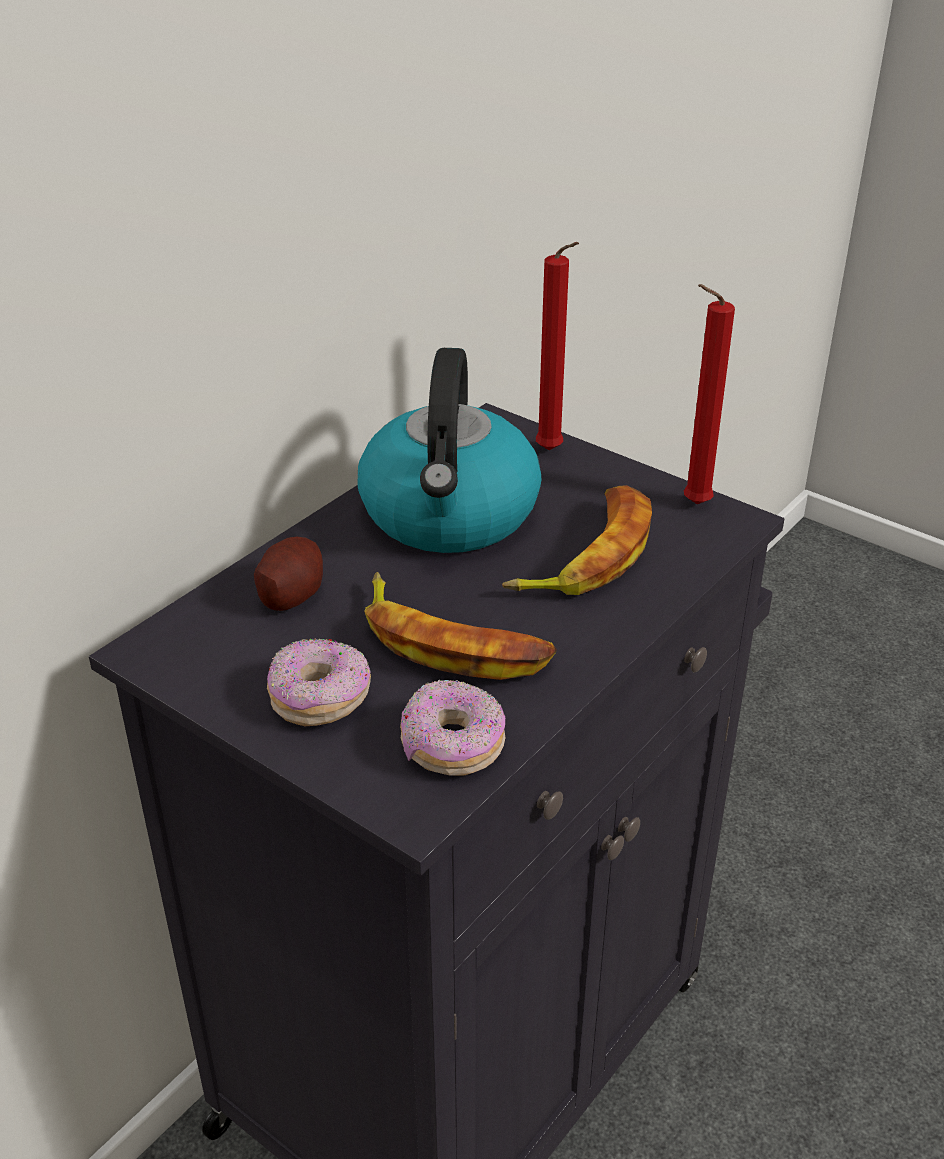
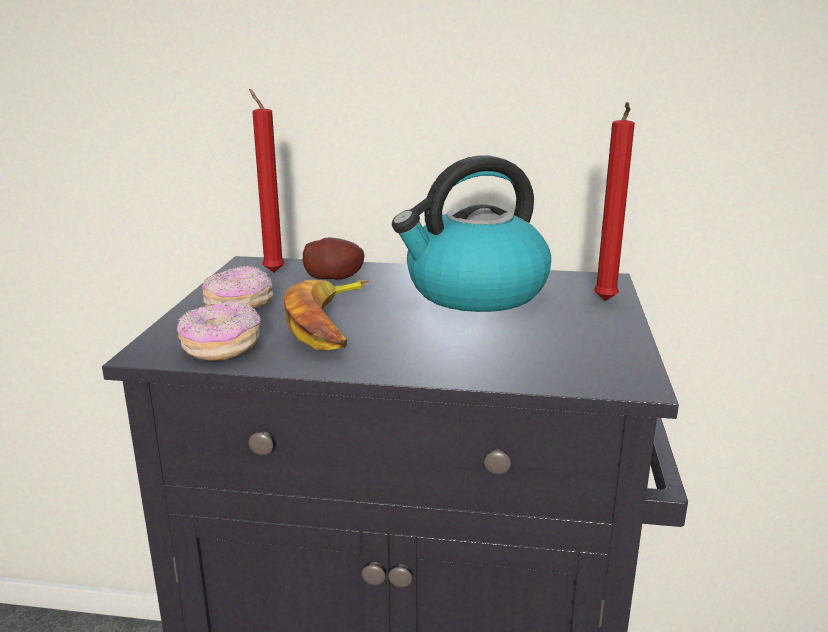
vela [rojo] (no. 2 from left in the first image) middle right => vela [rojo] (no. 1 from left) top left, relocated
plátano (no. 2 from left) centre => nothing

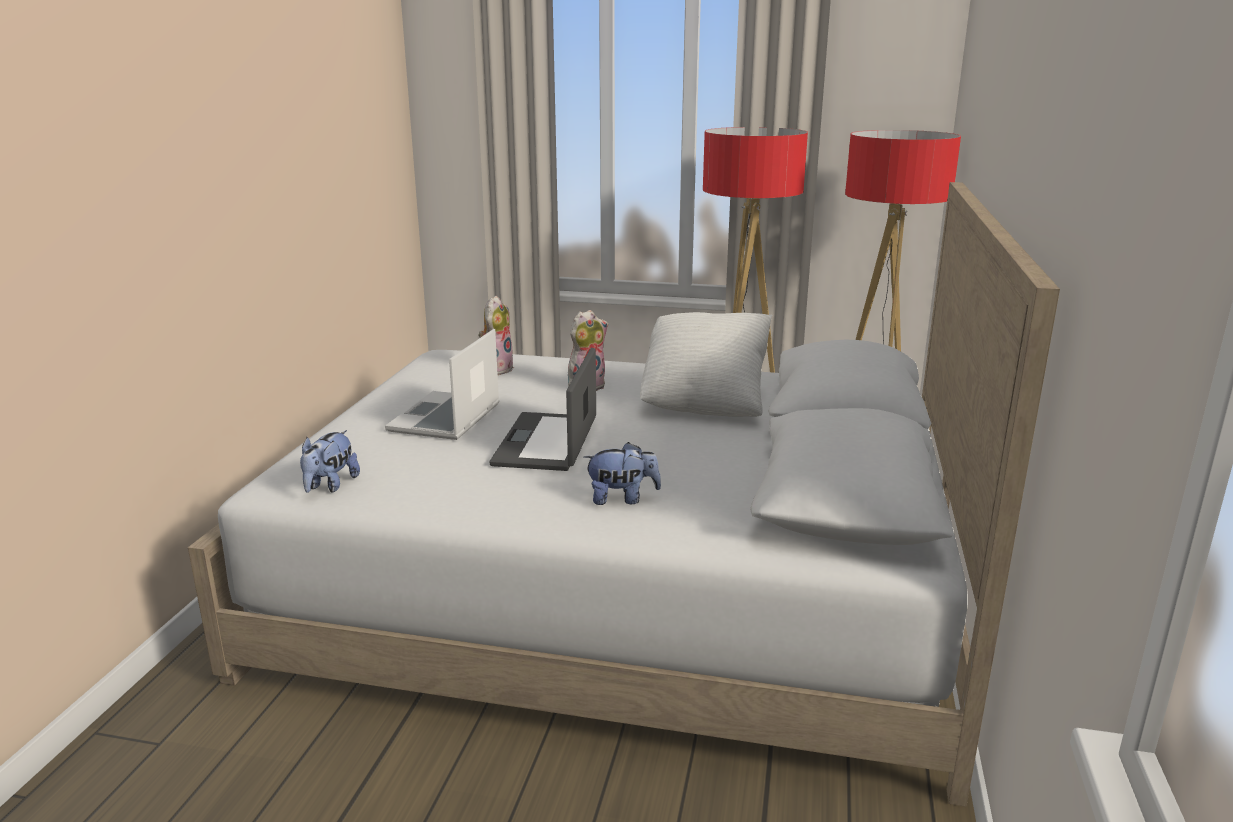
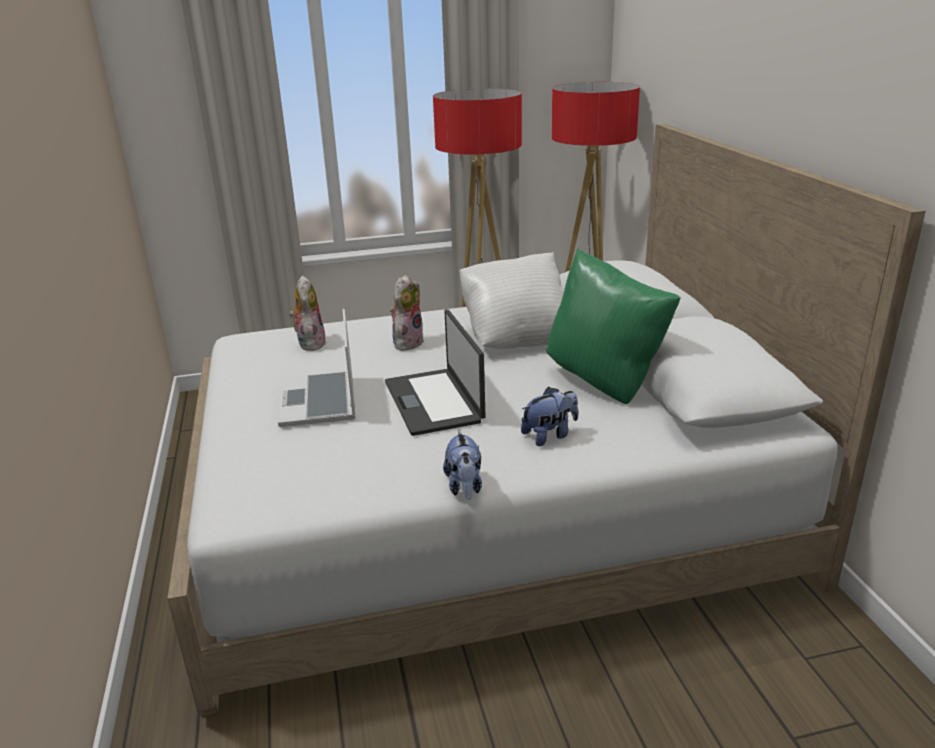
peluche (no. 1 from left in the first image) middle left => peluche (no. 3 from left) centre, relocated
nothing => cojín [verde] centre

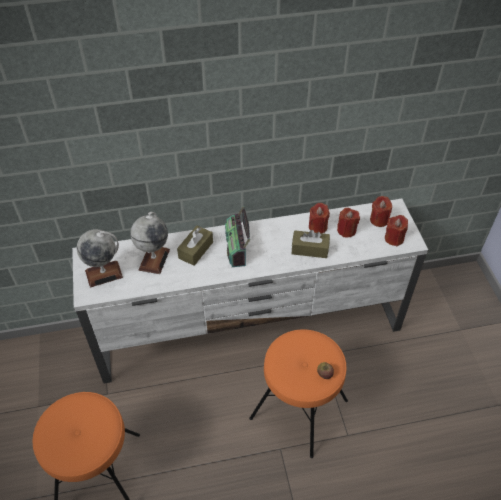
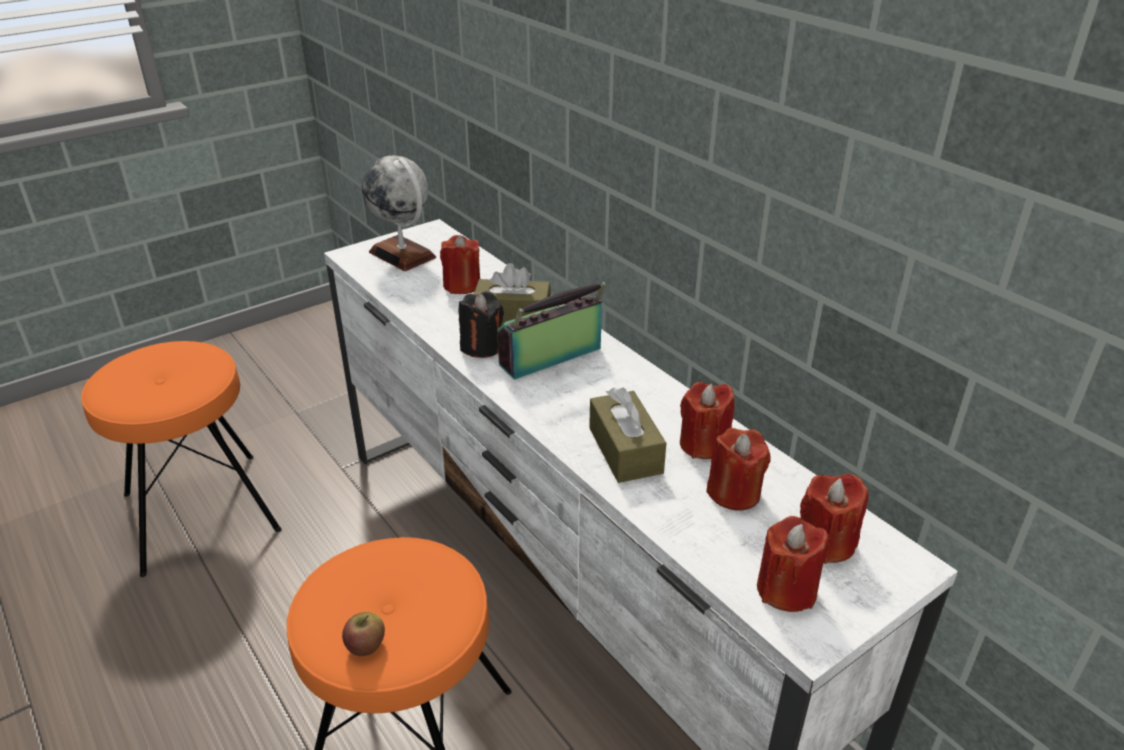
globo terráqueo (no. 2 from left) middle left => vela [rojo] (no. 1 from left) centre
nothing => vela [negro] centre

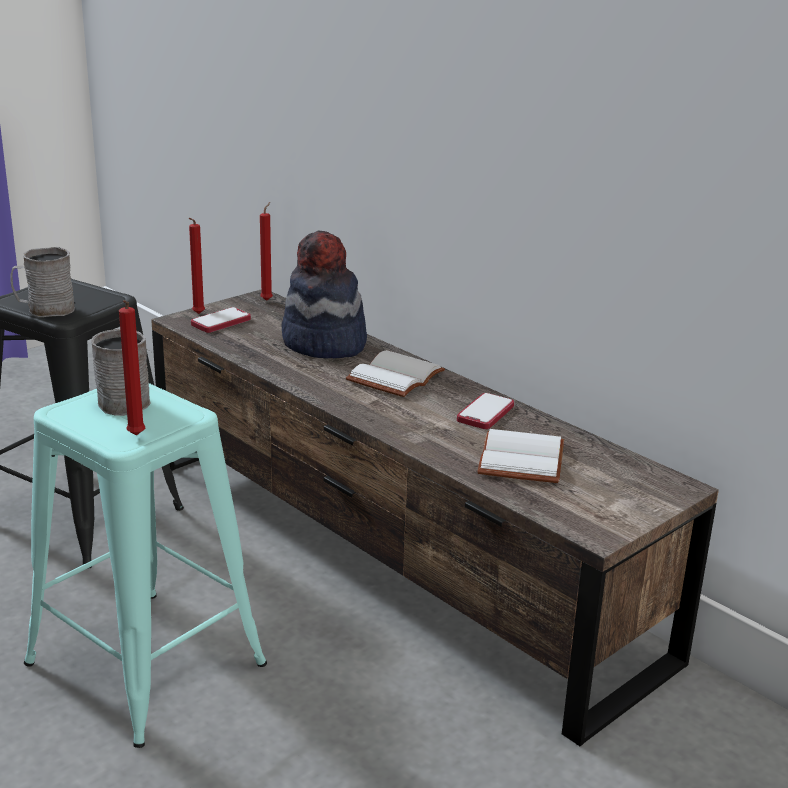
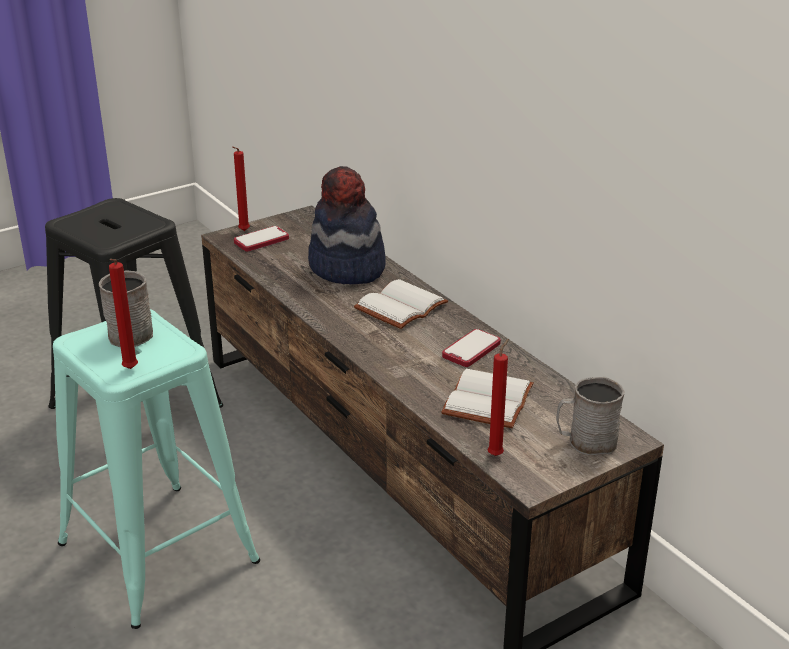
vela [rojo] (no. 3 from left) top centre => vela [rojo] (no. 3 from left) centre, relocated
taza grande [gris] (no. 1 from left in the first image) middle left => taza grande [gris] (no. 2 from left) middle right, relocated

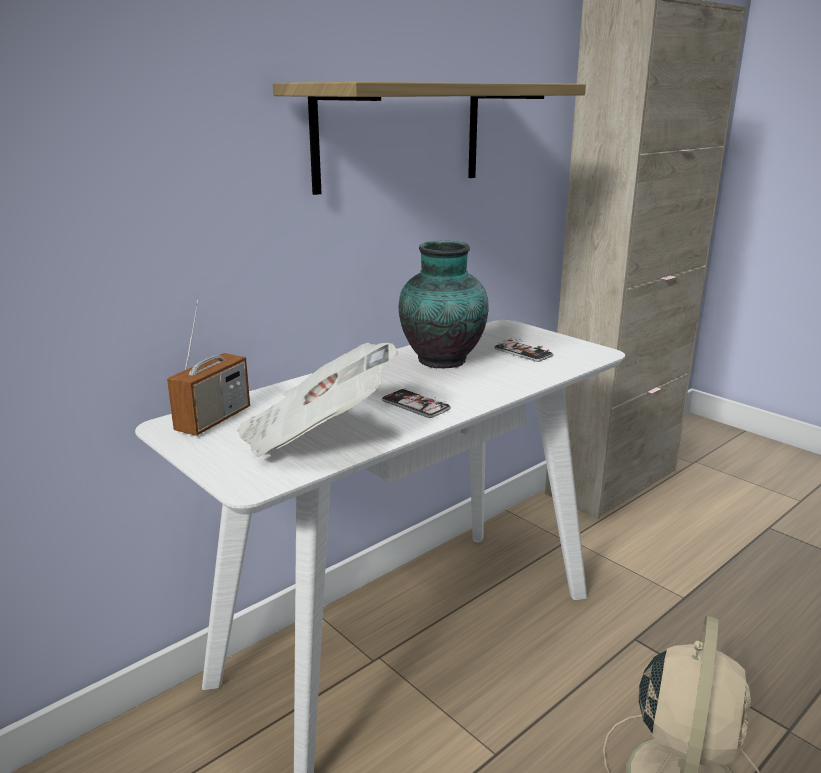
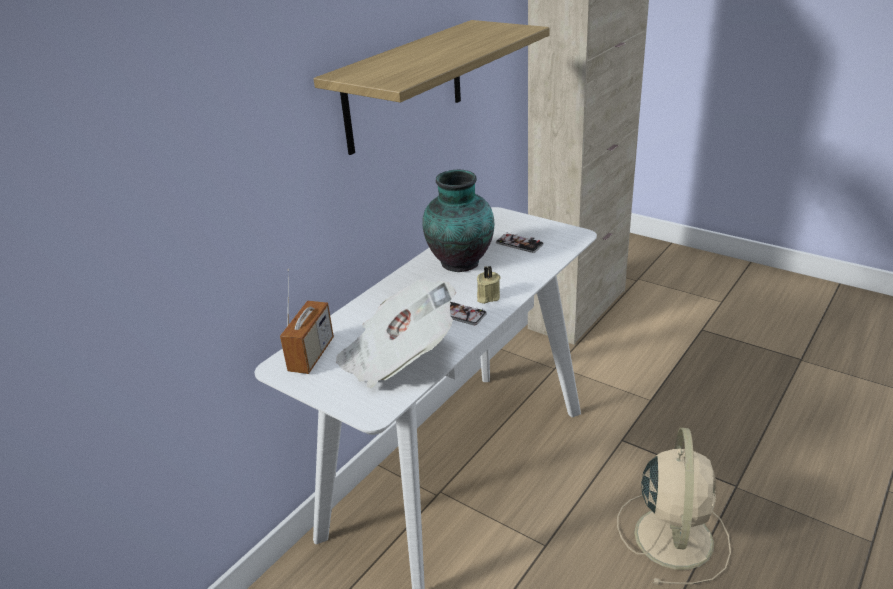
nothing => vela [beis] centre

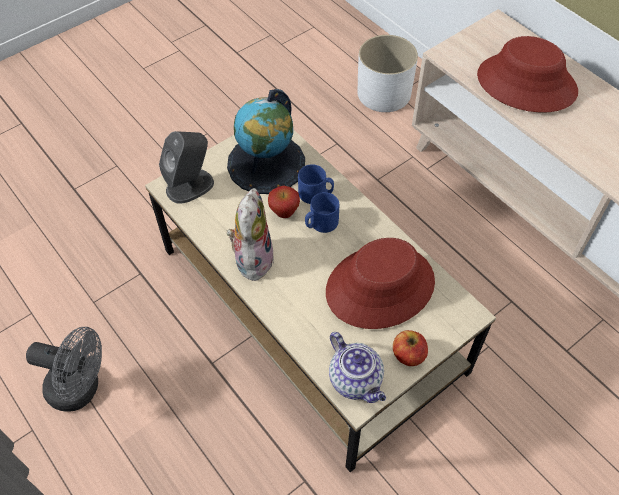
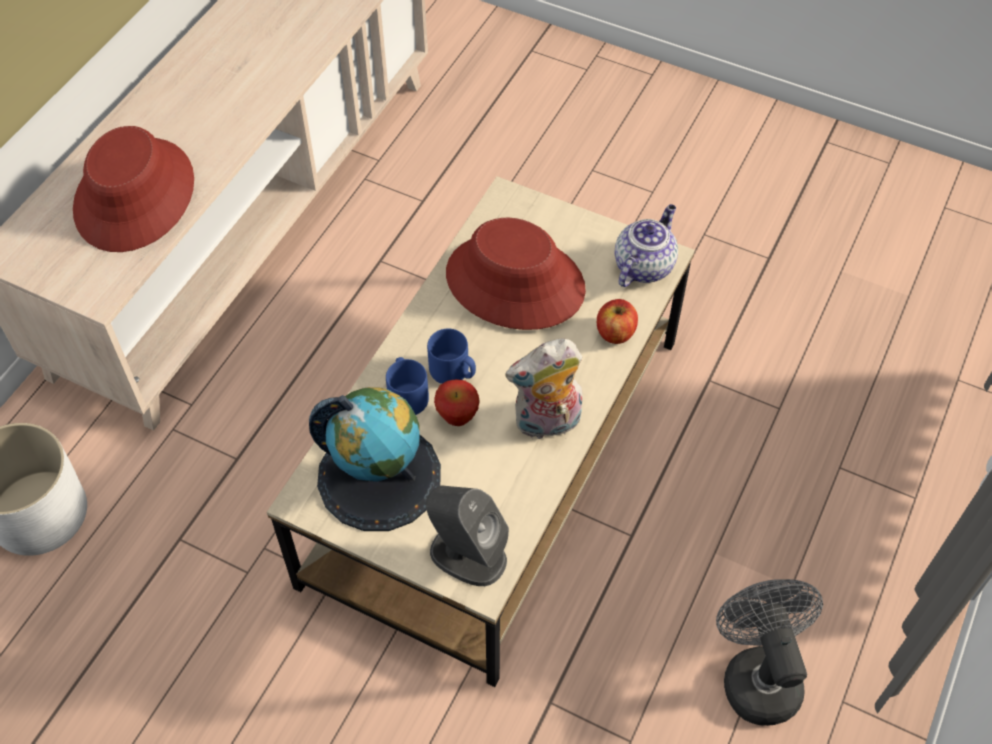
manzana (no. 2 from left) bottom centre => manzana (no. 2 from left) centre, relocated

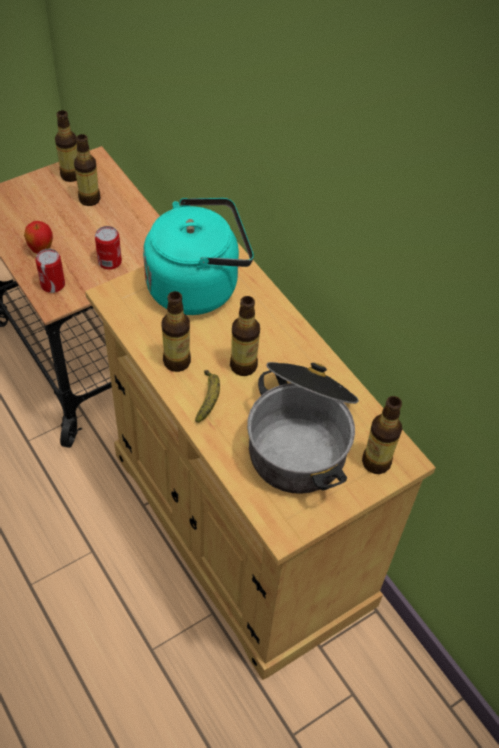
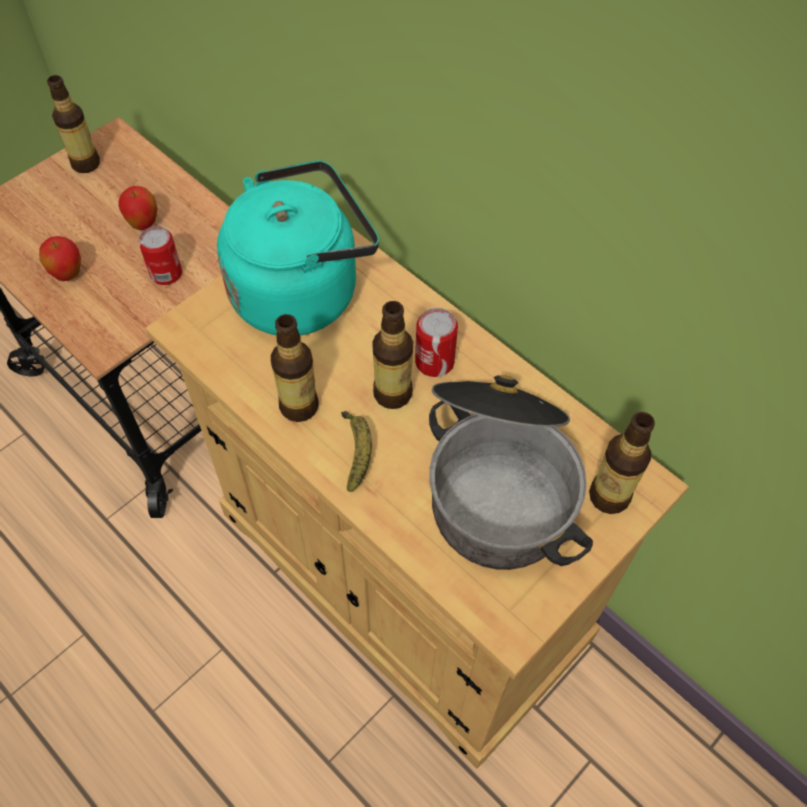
botella (no. 2 from left) top left => nothing
lata (no. 1 from left in the first image) middle left => lata (no. 2 from left) centre, relocated
nothing => manzana (no. 2 from left) top left

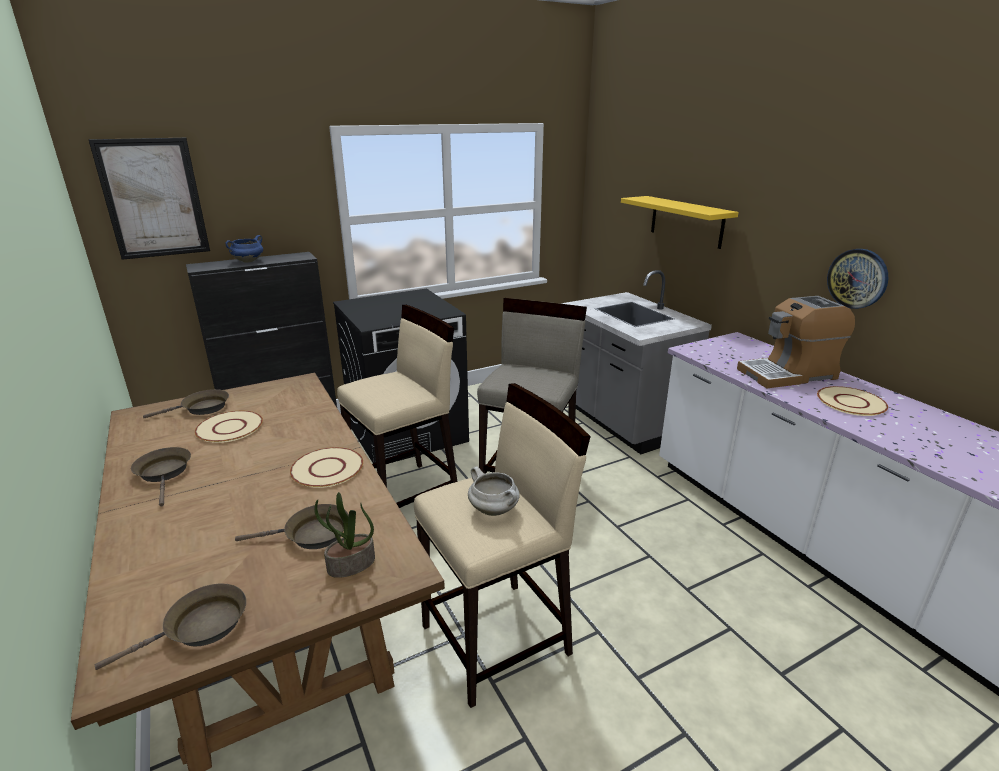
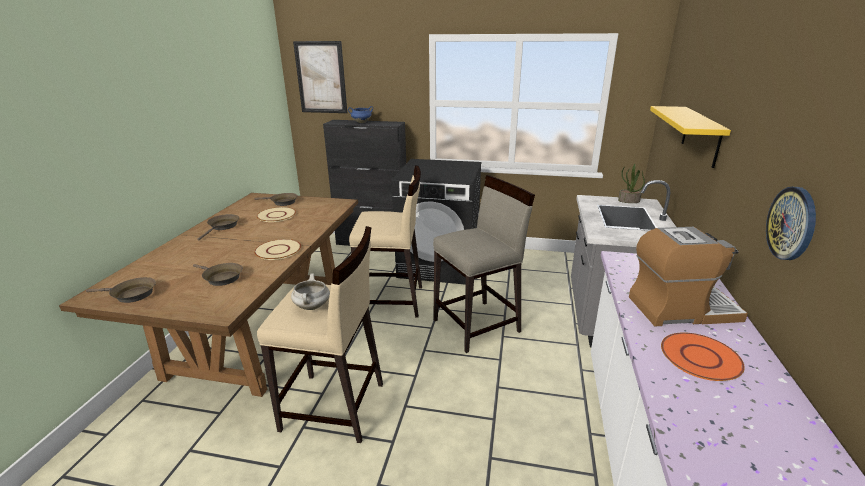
cafetera middle right, 150 degrees clockwise
plato [beis] (no. 3 from left) middle right => plato [naranja] bottom right
planta en maceta bottom centre => planta en maceta middle right, relocated

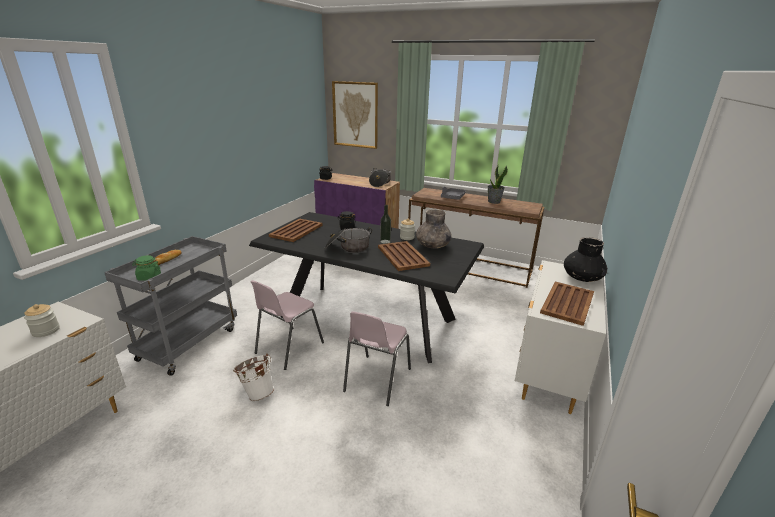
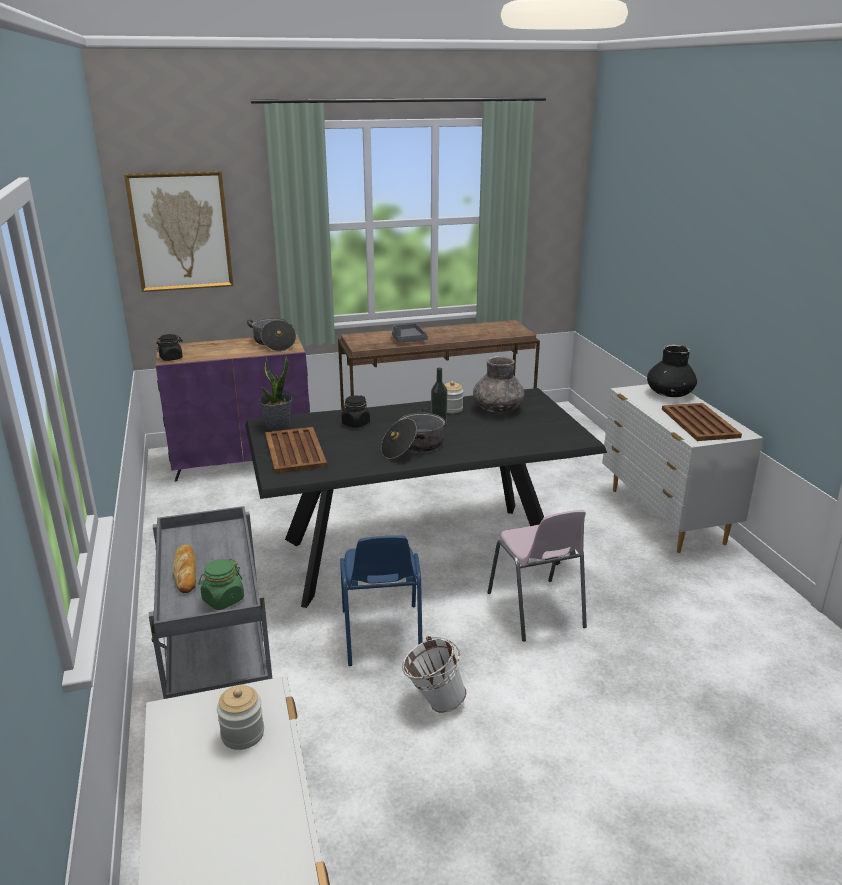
planta en maceta centre => planta en maceta middle left, relocated
bandeja [marrón] (no. 2 from left) centre => nothing
silla [rosa] (no. 1 from left) centre => silla [azul] bottom centre

